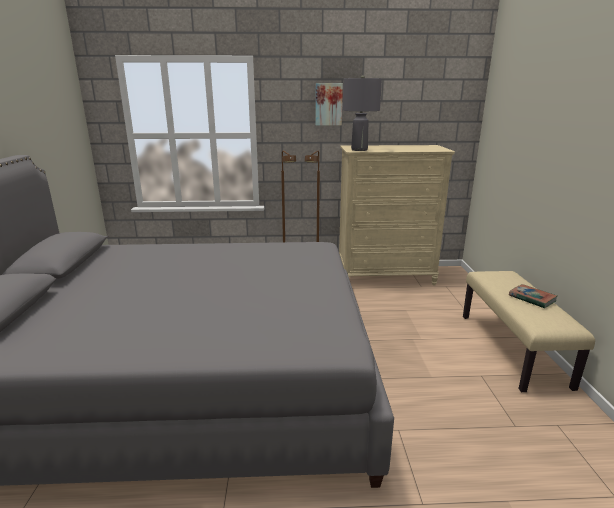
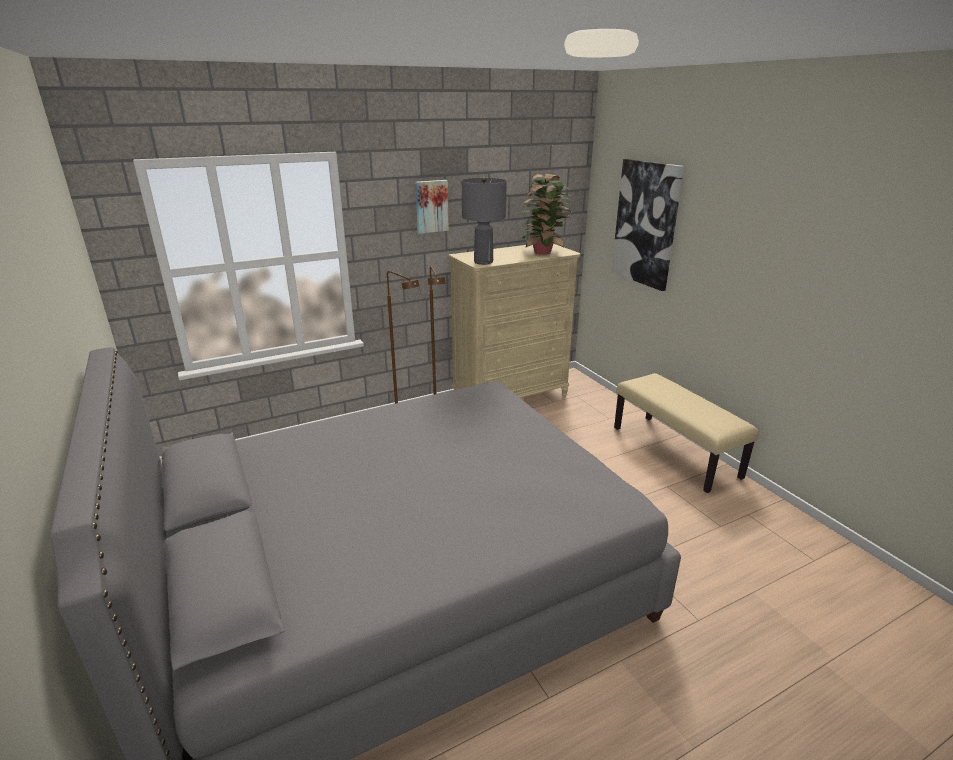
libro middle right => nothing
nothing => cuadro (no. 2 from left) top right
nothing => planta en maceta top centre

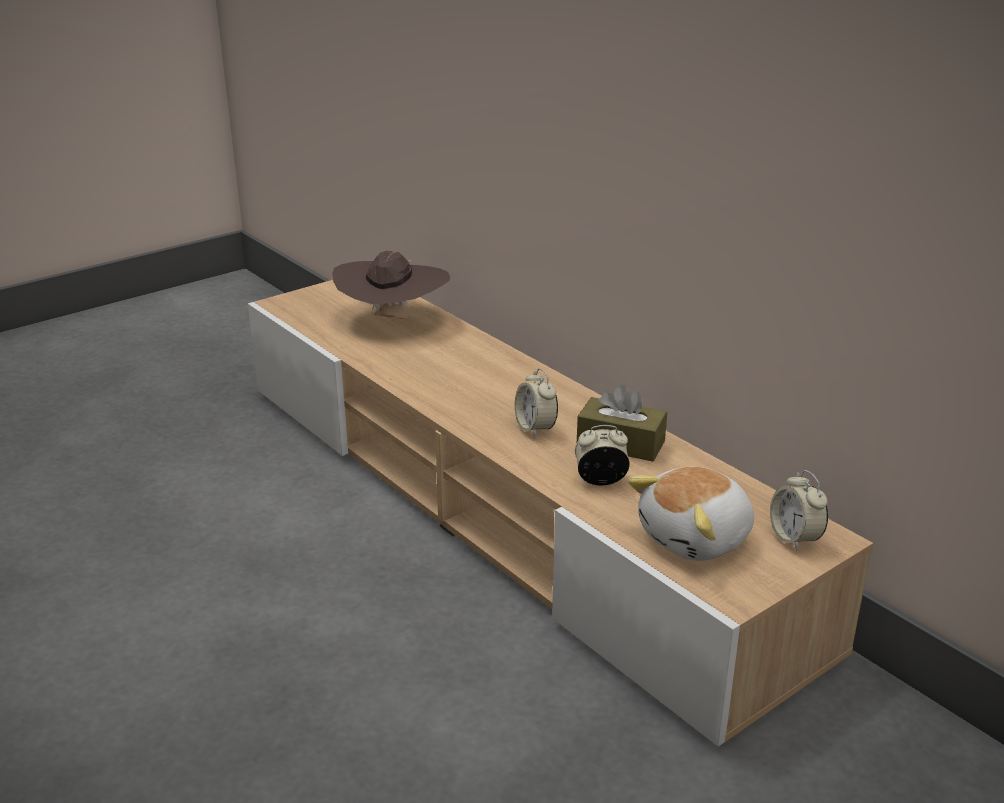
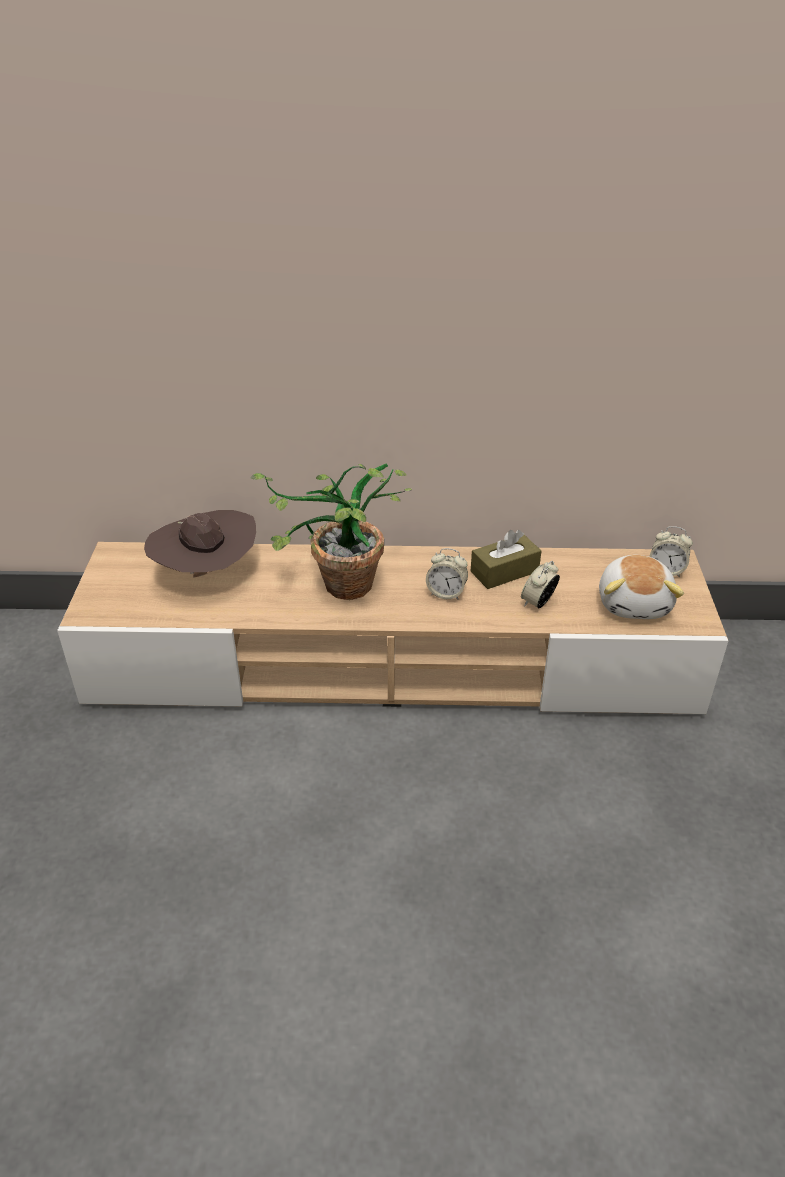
nothing => planta en maceta centre

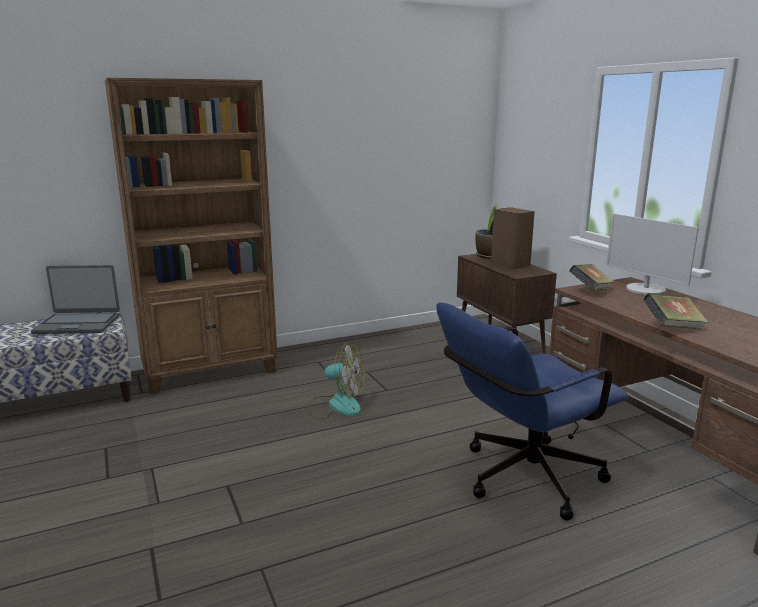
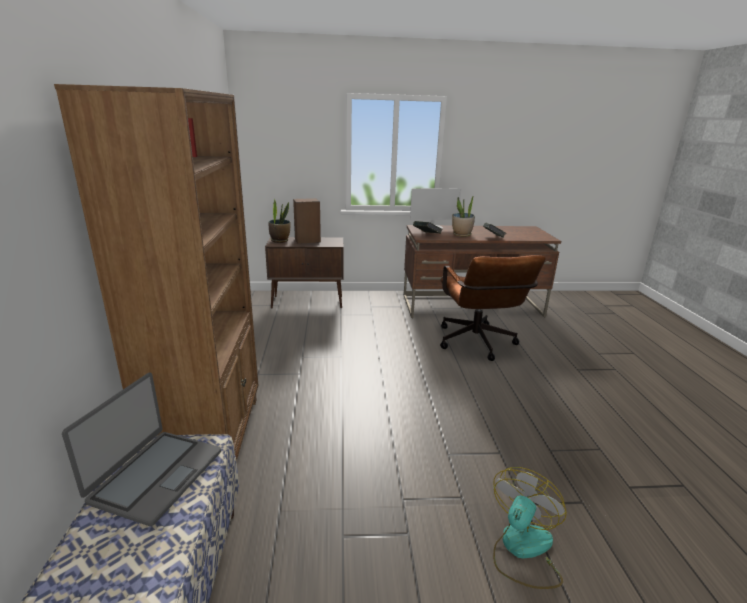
silla de oficina [azul] bottom right => silla de oficina [marrón] centre
ventilador centre => ventilador bottom right, relocated
nothing => planta en maceta (no. 2 from left) centre

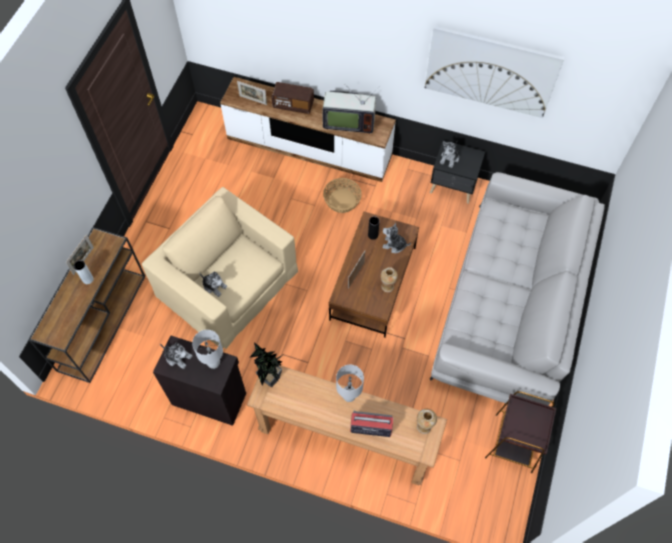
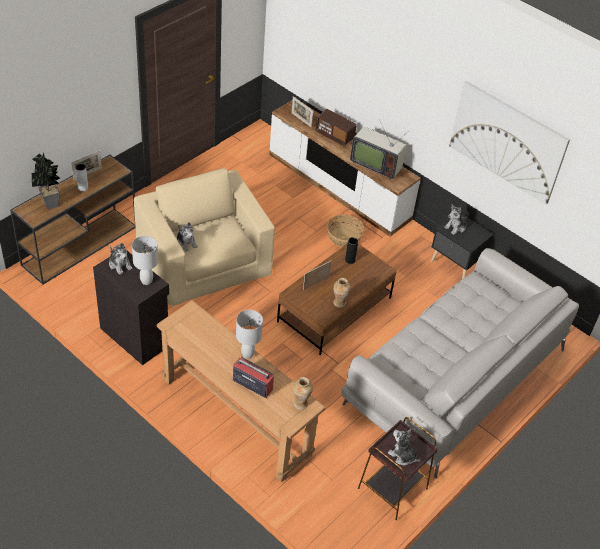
peluche (no. 3 from left) centre => peluche (no. 3 from left) bottom right, relocated
planta en maceta bottom centre => planta en maceta top left, relocated

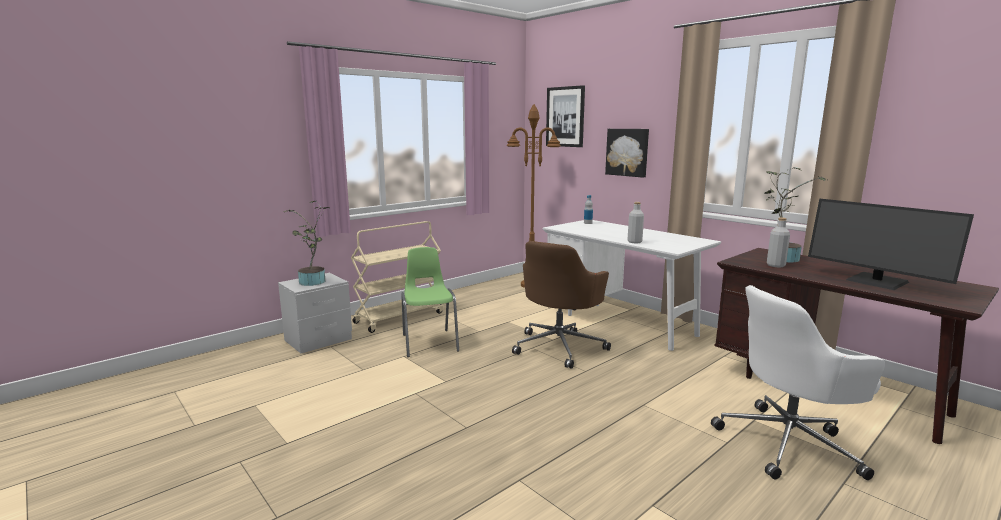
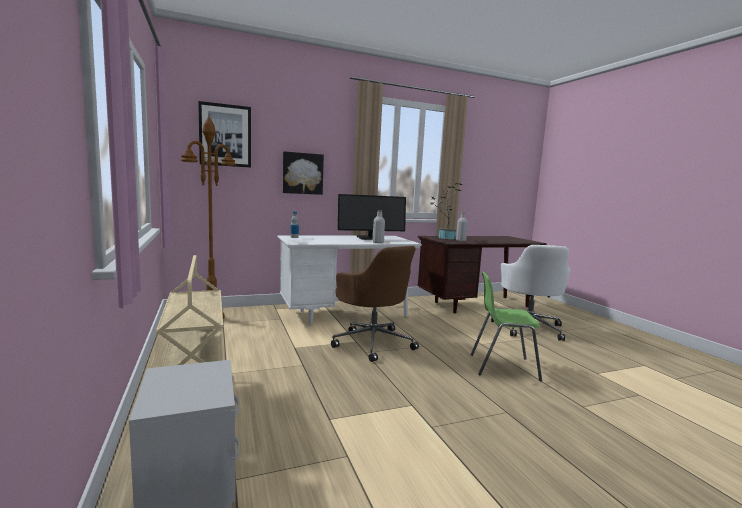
monitor middle right => monitor centre, relocated
planta en maceta (no. 1 from left) middle left => nothing
silla [verde] centre => silla [verde] middle right, relocated

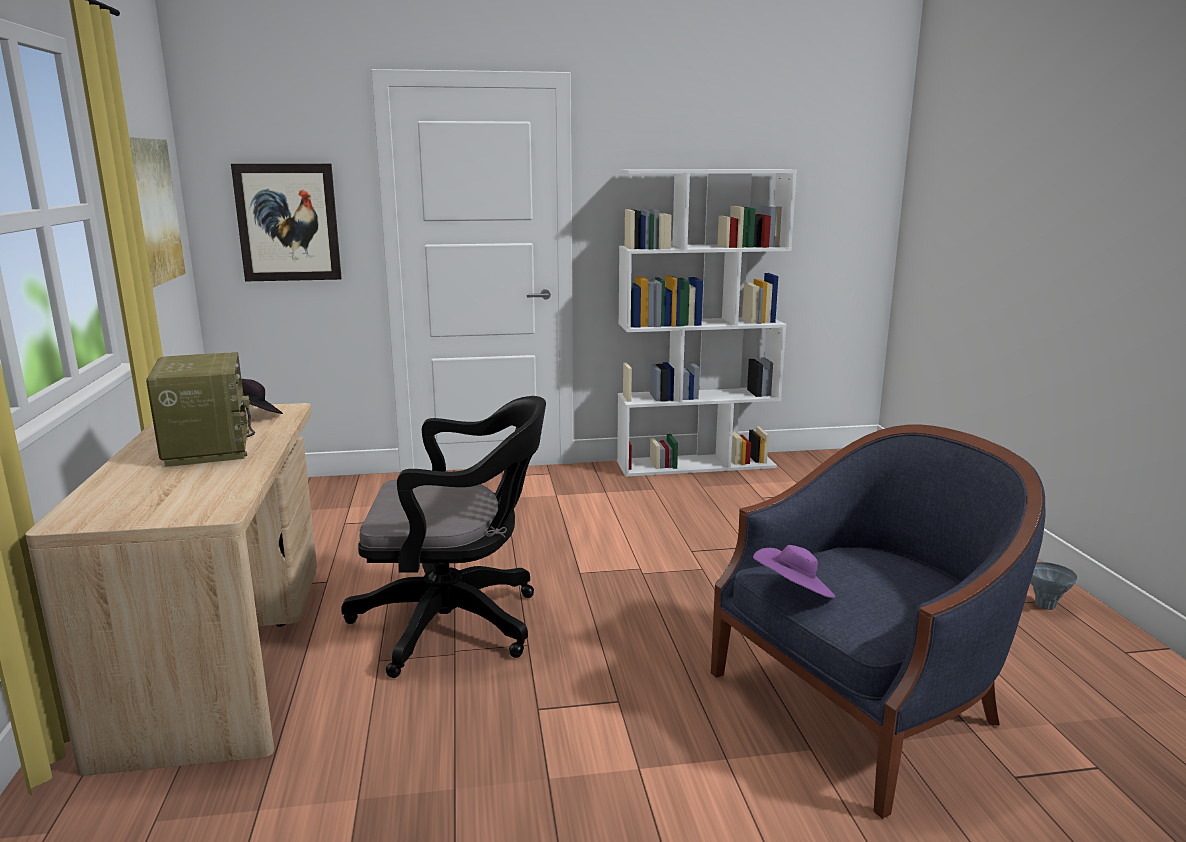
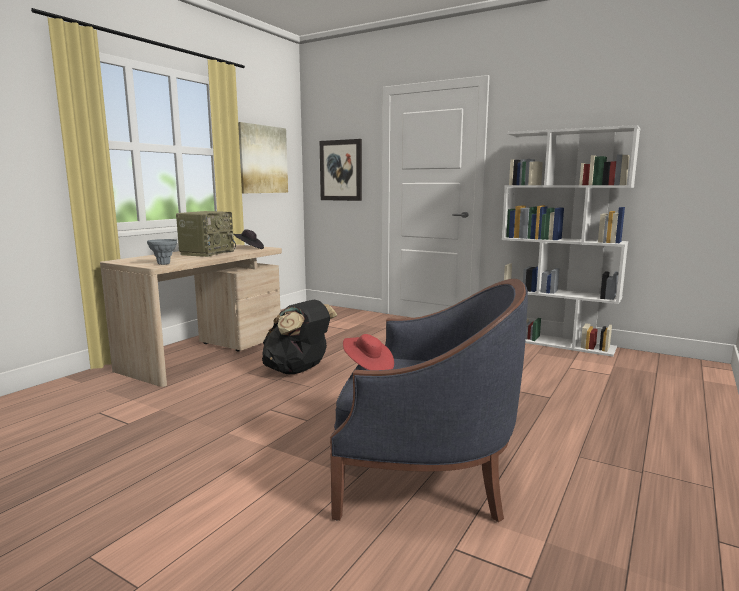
silla de oficina [negro] centre => mochila [negro] centre
sombrero [morado] bottom right => sombrero [rojo] centre
florero [gris] bottom right => florero [gris] middle left, relocated

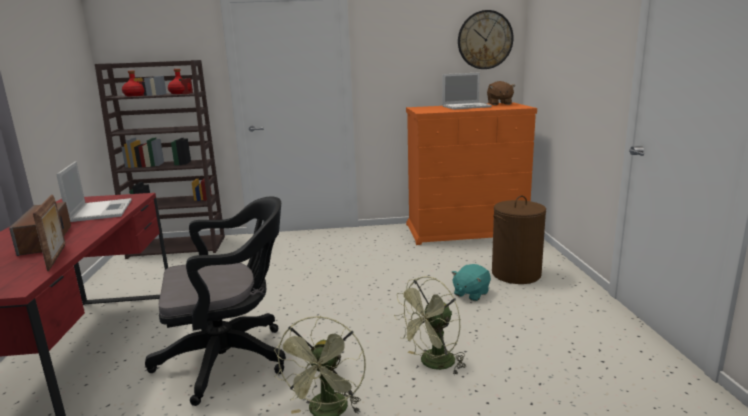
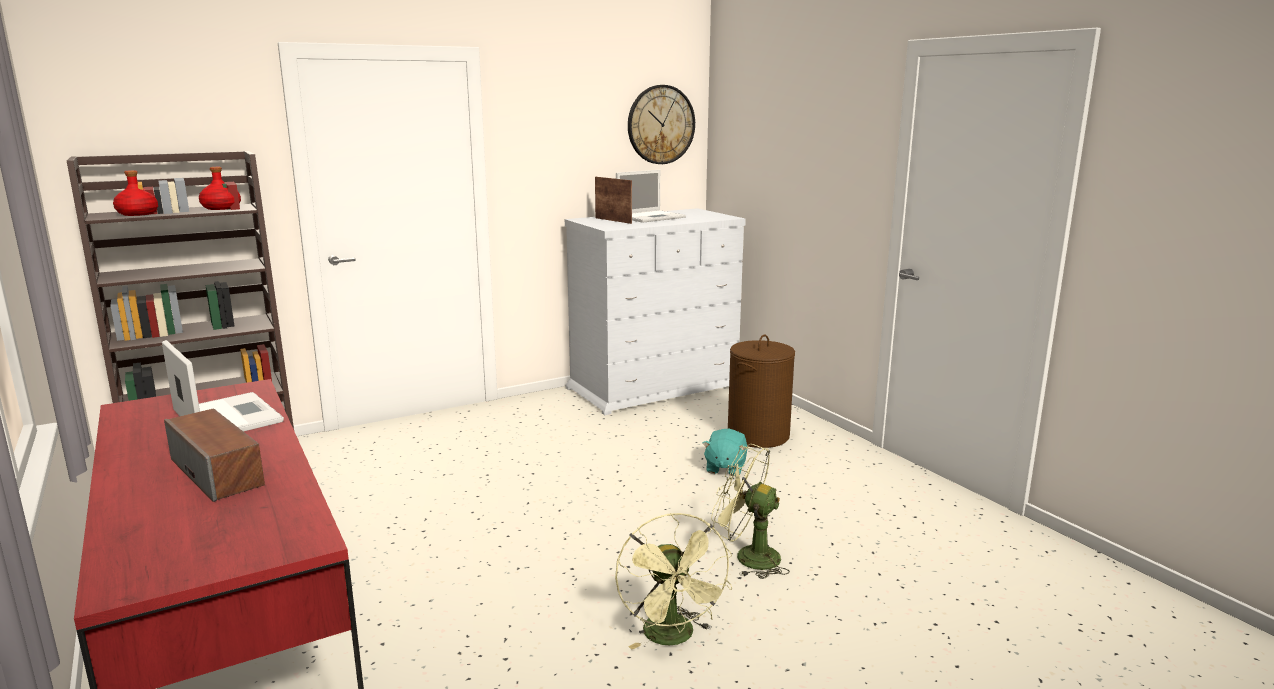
peluche [marrón] top right => nothing
cómoda [naranja] centre => cómoda [blanco] centre
portarretratos middle left => portarretratos top centre, relocated
silla de oficina [negro] bottom left => nothing
ventilador [verde] (no. 2 from left) bottom centre, 90 degrees clockwise

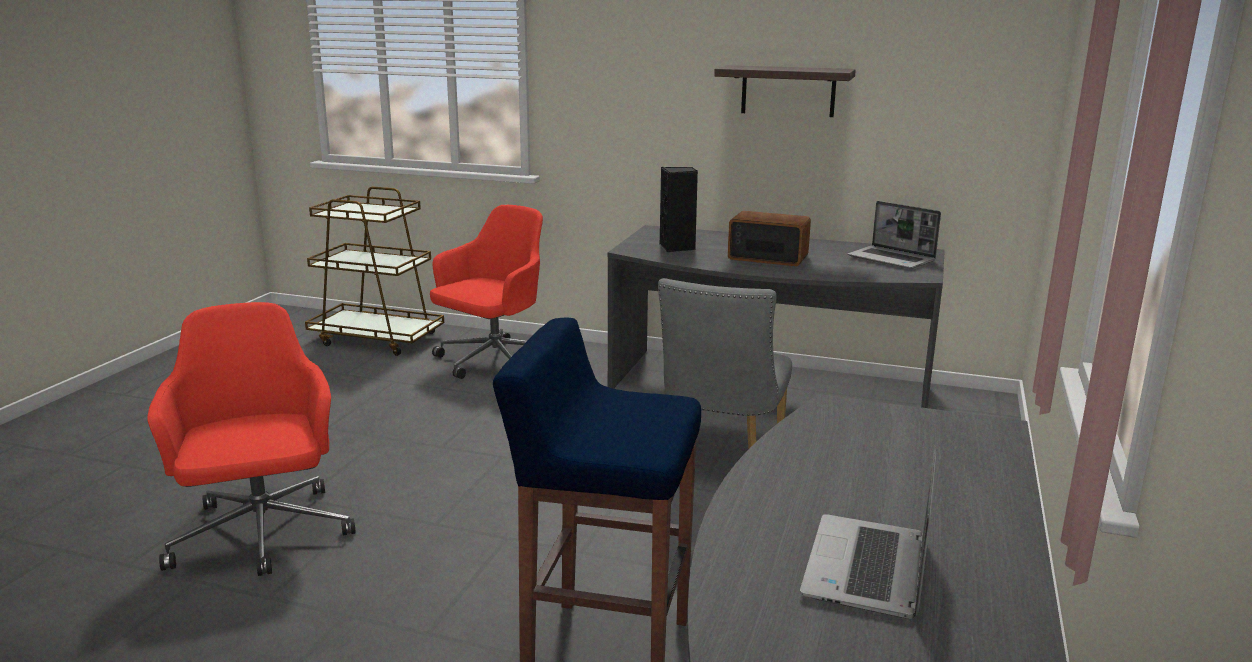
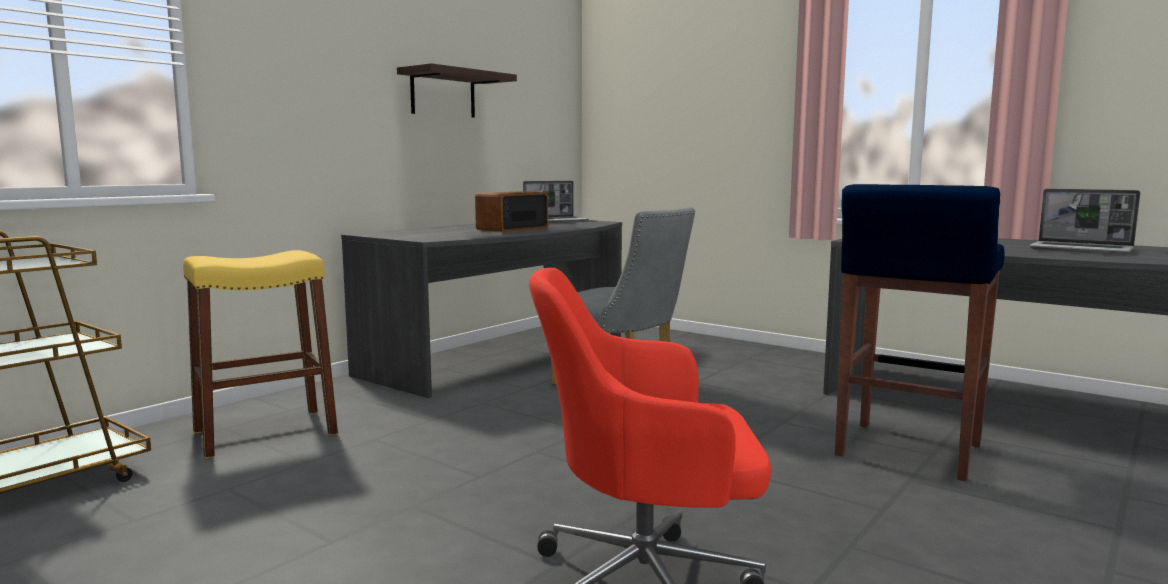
altavoz [negro] top centre => nothing
silla de oficina [rojo] (no. 2 from left) centre => taburete [amarillo] middle left

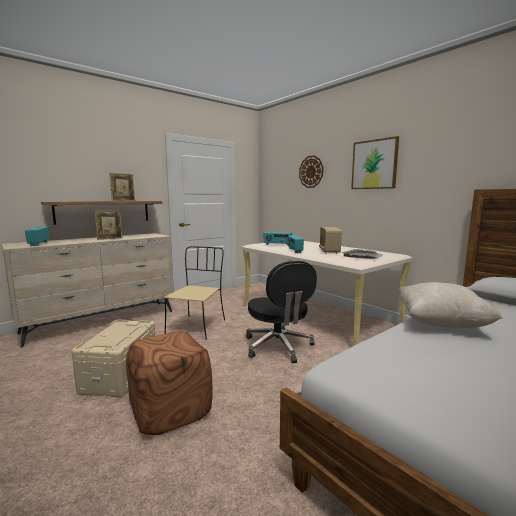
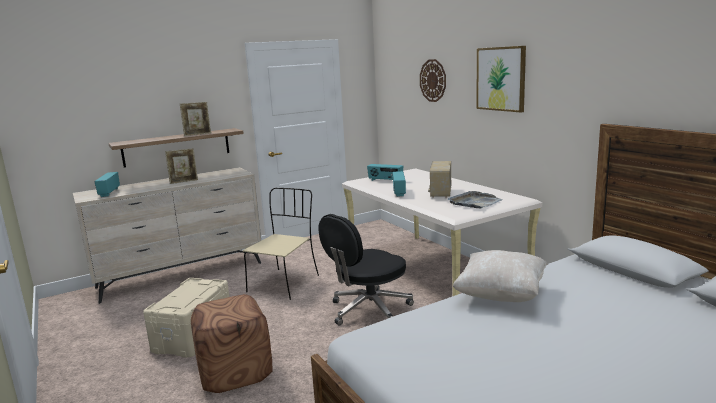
silla de oficina [negro] centre => silla de oficina [negro] bottom centre, 60 degrees clockwise

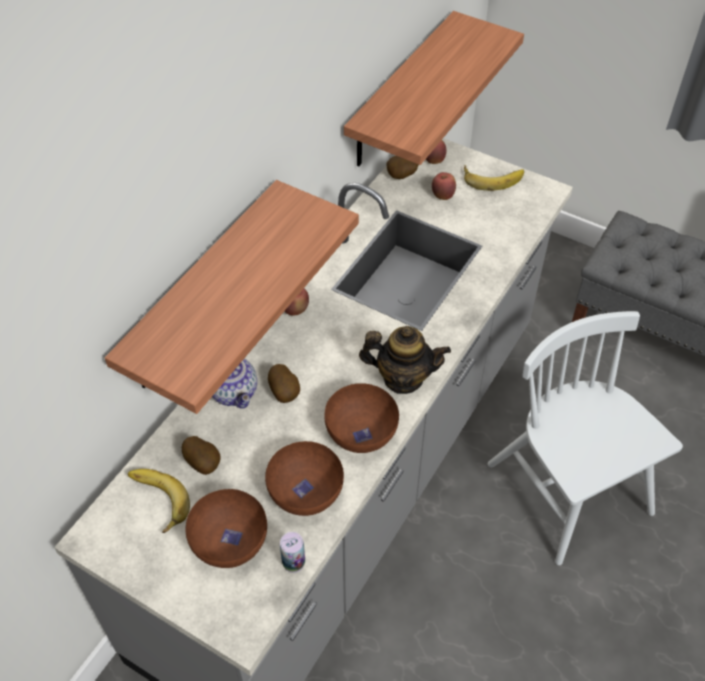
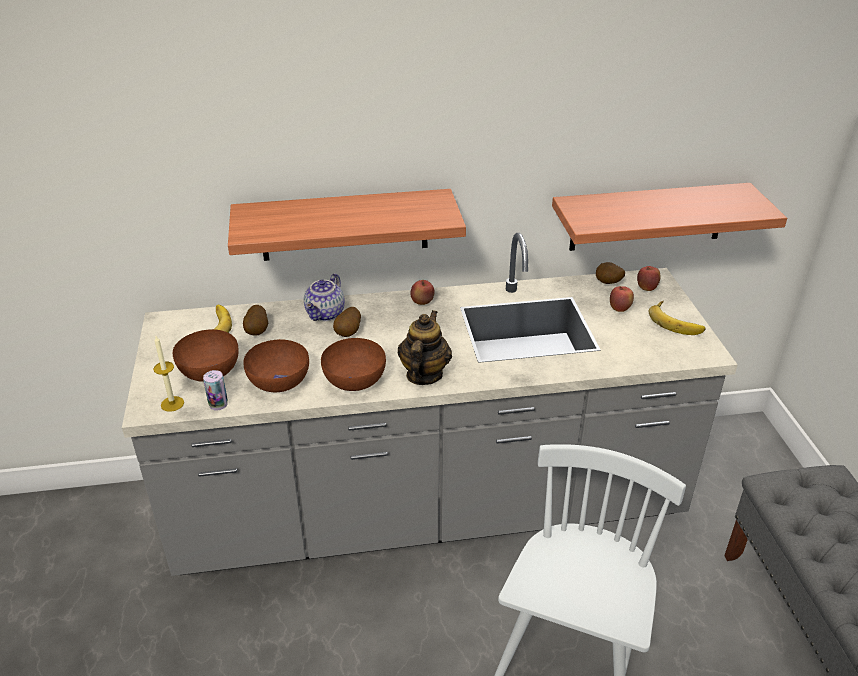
tetera (no. 2 from left) centre, 135 degrees counterclockwise
nothing => vela middle left

